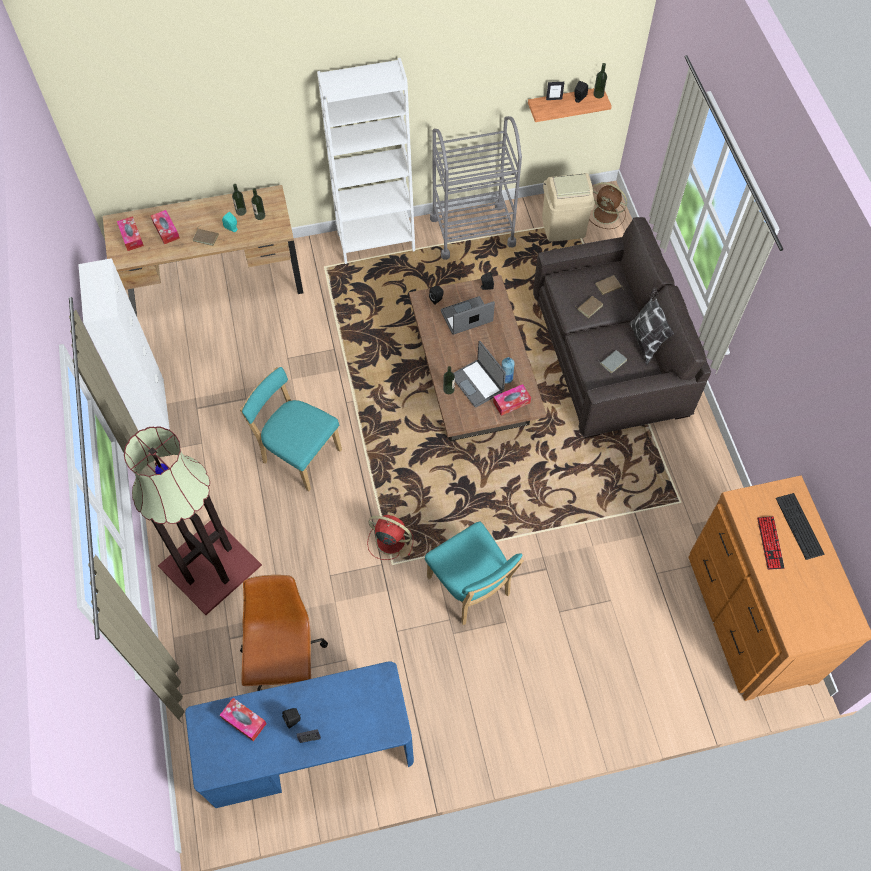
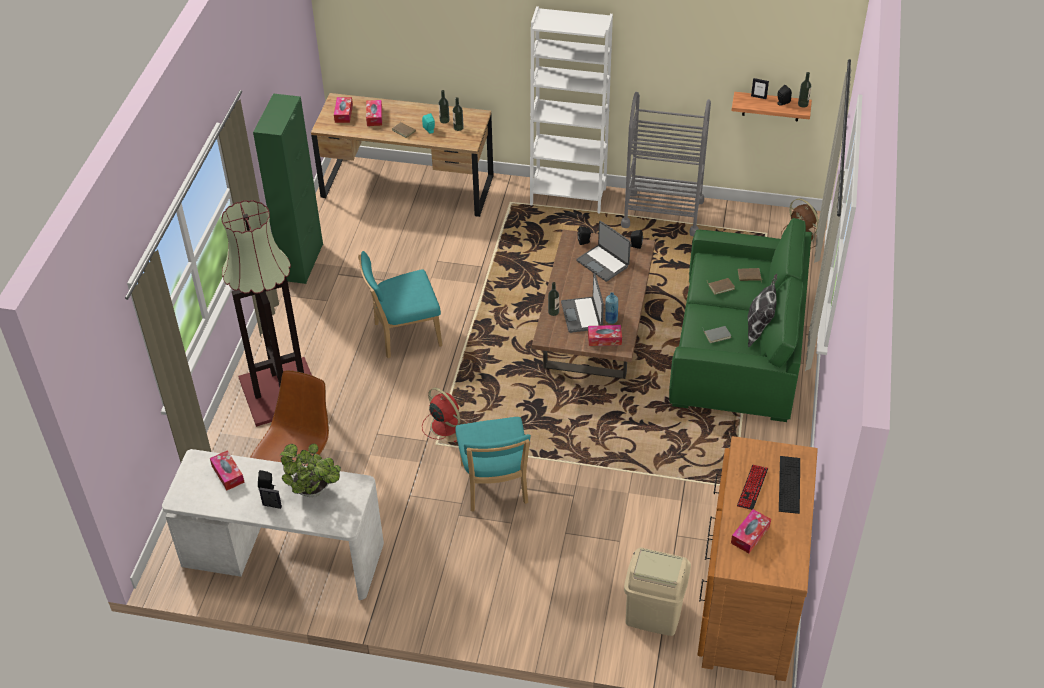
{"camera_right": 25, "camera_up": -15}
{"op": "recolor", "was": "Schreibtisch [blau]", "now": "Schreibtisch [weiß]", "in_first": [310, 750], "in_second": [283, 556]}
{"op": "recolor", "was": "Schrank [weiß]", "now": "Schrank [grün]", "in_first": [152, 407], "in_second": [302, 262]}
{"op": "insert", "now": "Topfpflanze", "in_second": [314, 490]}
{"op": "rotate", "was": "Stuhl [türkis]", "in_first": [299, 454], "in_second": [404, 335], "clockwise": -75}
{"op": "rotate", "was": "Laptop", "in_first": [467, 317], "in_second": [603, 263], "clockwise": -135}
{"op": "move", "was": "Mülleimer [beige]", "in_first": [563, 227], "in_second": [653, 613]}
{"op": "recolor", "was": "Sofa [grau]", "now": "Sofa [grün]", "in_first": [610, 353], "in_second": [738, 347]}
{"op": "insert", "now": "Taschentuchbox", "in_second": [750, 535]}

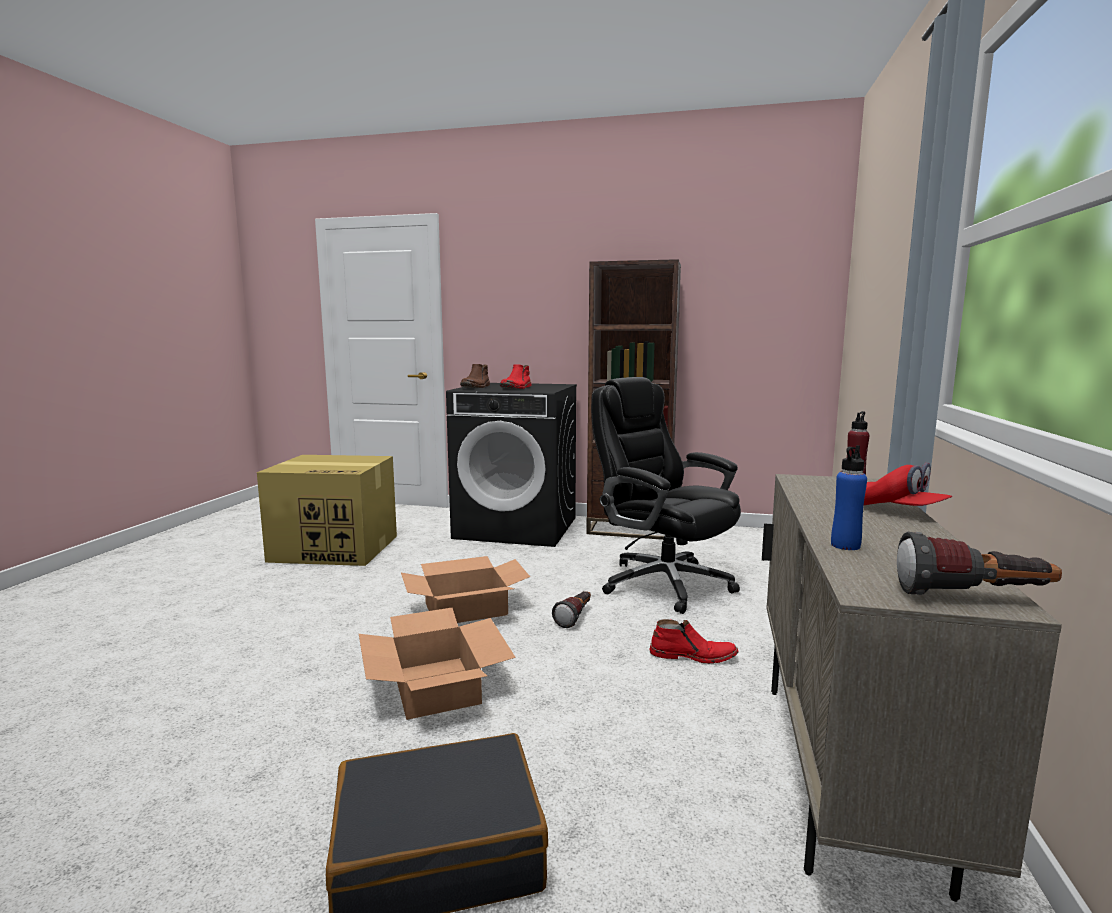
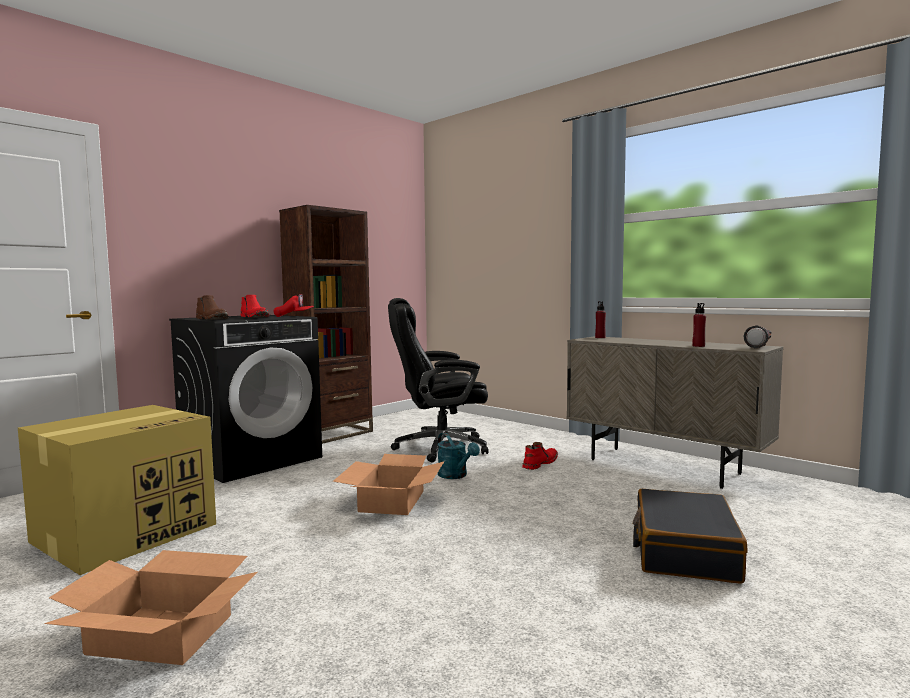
{"camera_right": -60, "camera_up": -5}
{"op": "move", "was": "Karton", "in_first": [436, 686], "in_second": [161, 634]}
{"op": "move", "was": "Kappe [rot]", "in_first": [898, 511], "in_second": [294, 316]}
{"op": "replace", "was": "Taschenlampe", "now": "Gießkanne [türkis]", "in_first": [575, 617], "in_second": [455, 476]}
{"op": "recolor", "was": "Flasche [blau]", "now": "Flasche [rot]", "in_first": [845, 545], "in_second": [698, 346]}

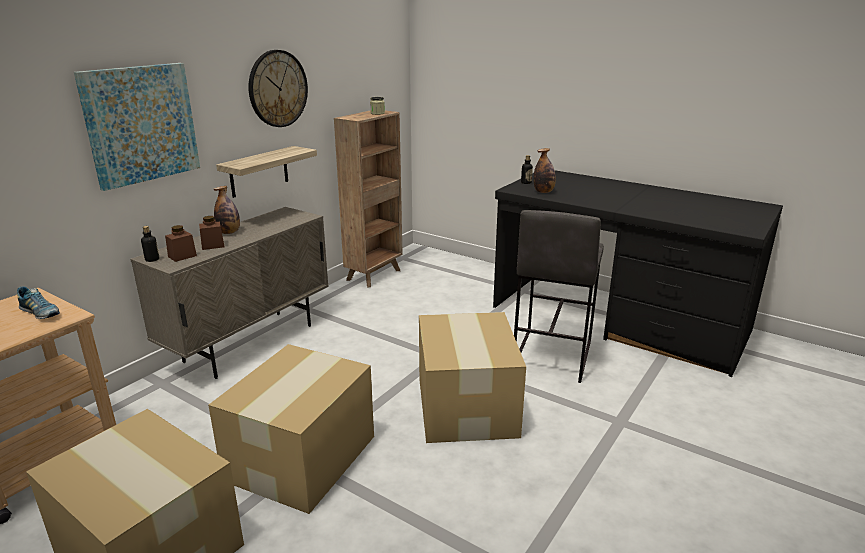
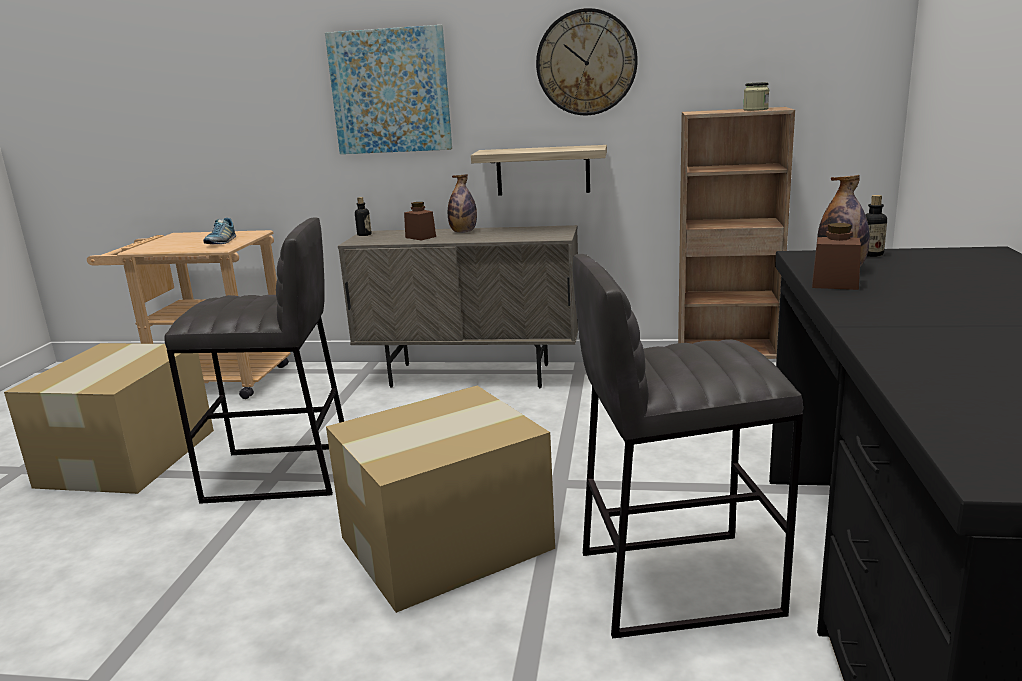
{"camera_right": 65, "camera_up": -5}
{"op": "replace", "was": "Karton", "now": "Hocker [grau]", "in_first": [303, 456], "in_second": [280, 474]}
{"op": "move", "was": "Vorratsglas [braun]", "in_first": [182, 256], "in_second": [835, 284]}

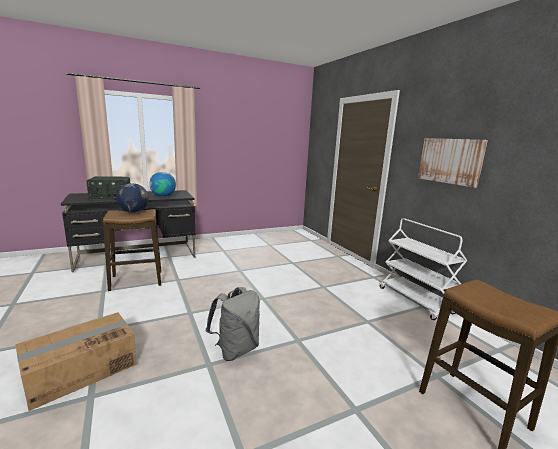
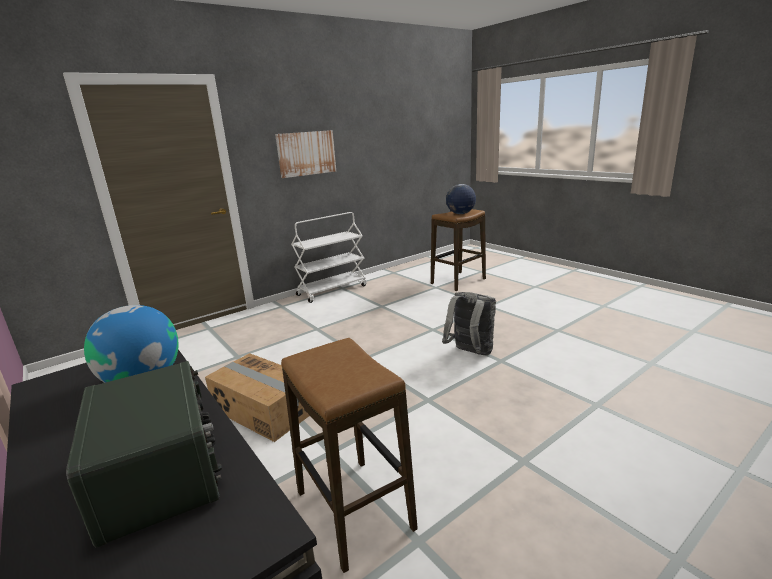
{"camera_right": -100, "camera_up": 5}
{"op": "move", "was": "Karton", "in_first": [81, 370], "in_second": [263, 410]}
{"op": "move", "was": "Globus", "in_first": [134, 212], "in_second": [460, 214]}

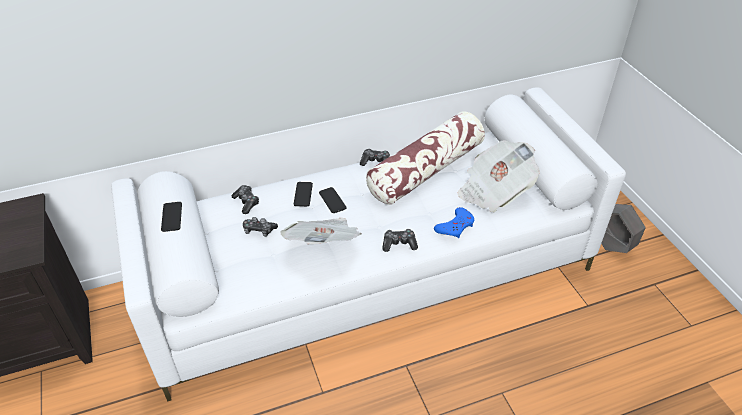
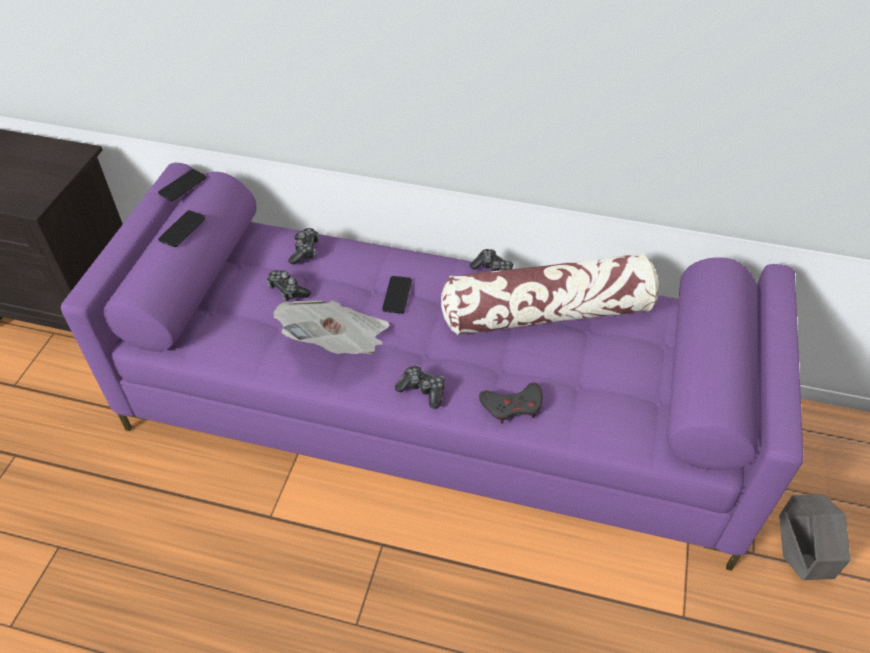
{"camera_right": 35, "camera_up": 5}
{"op": "recolor", "was": "Sofa [weiß]", "now": "Sofa [lila]", "in_first": [372, 274], "in_second": [437, 412]}
{"op": "move", "was": "Handy", "in_first": [303, 194], "in_second": [182, 185]}
{"op": "recolor", "was": "Gamepad [blau]", "now": "Gamepad [grau]", "in_first": [455, 226], "in_second": [512, 406]}
{"op": "delete", "was": "Zeitung", "in_first": [494, 190]}

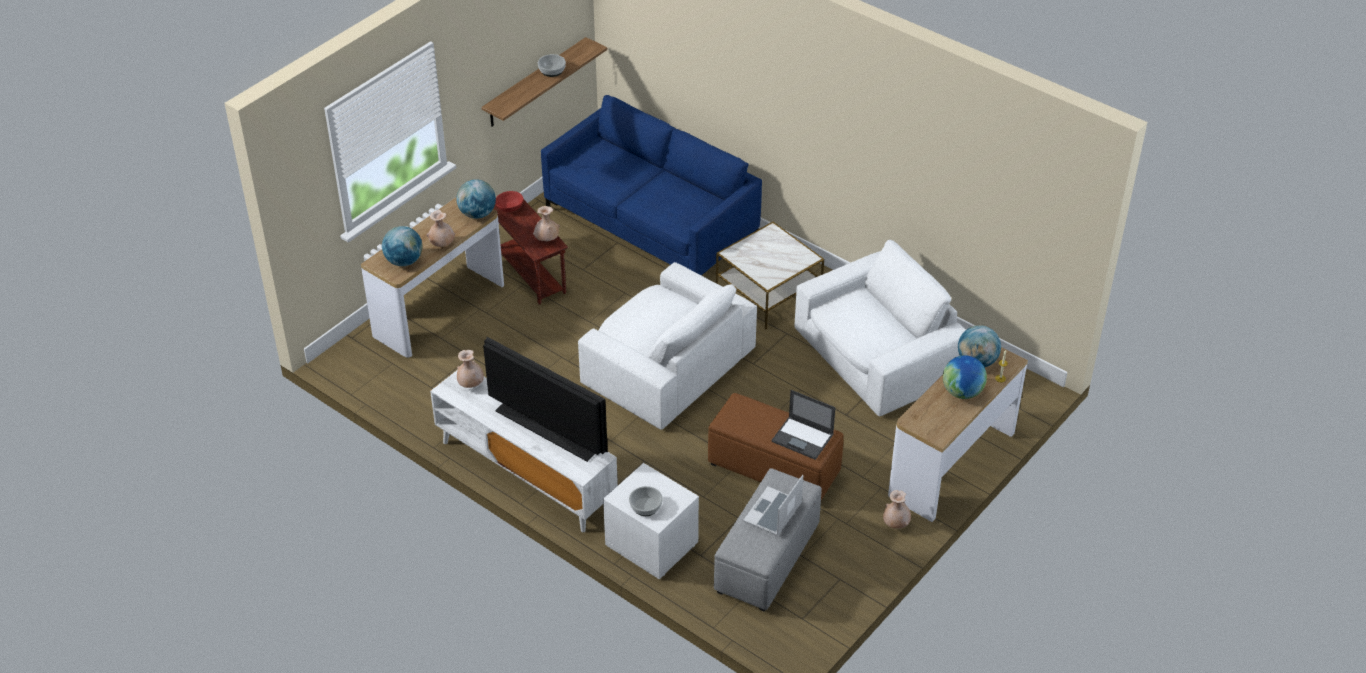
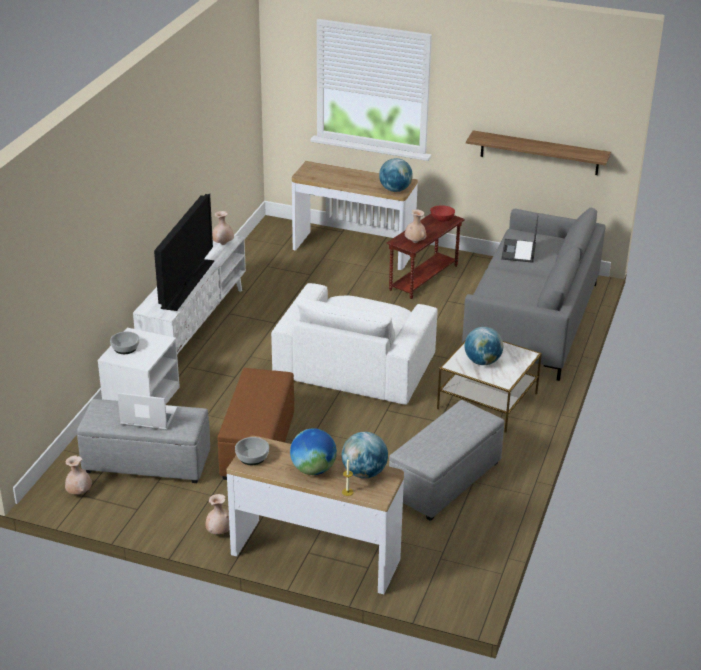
{"camera_right": 70, "camera_up": -10}
{"op": "move", "was": "Vase [beige]", "in_first": [442, 244], "in_second": [79, 492]}
{"op": "move", "was": "Schüssel", "in_first": [552, 71], "in_second": [252, 457]}
{"op": "replace", "was": "Sessel [weiß]", "now": "Polsterhocker [grau]", "in_first": [877, 355], "in_second": [444, 481]}
{"op": "recolor", "was": "Sofa [blau]", "now": "Sofa [grau]", "in_first": [650, 224], "in_second": [531, 321]}
{"op": "move", "was": "Globus", "in_first": [404, 261], "in_second": [482, 361]}
{"op": "move", "was": "Laptop", "in_first": [803, 438], "in_second": [519, 251]}

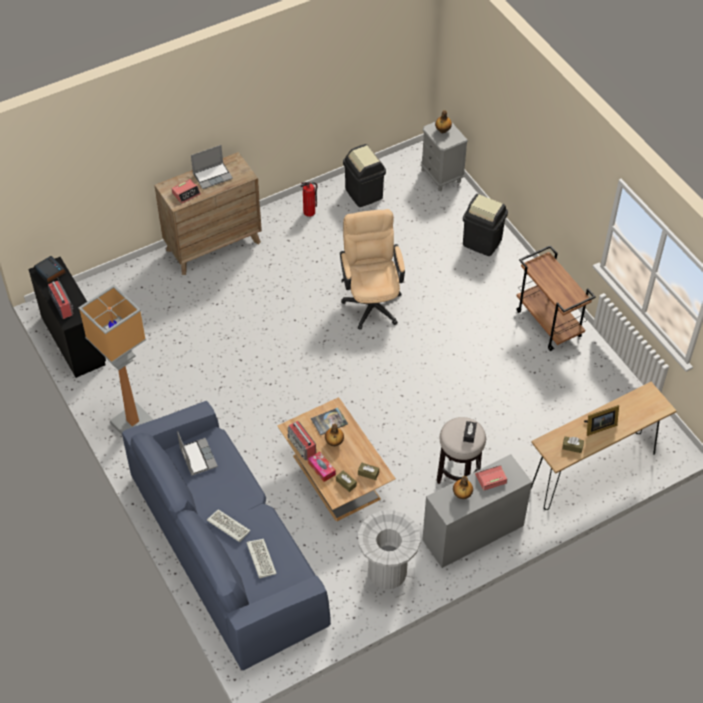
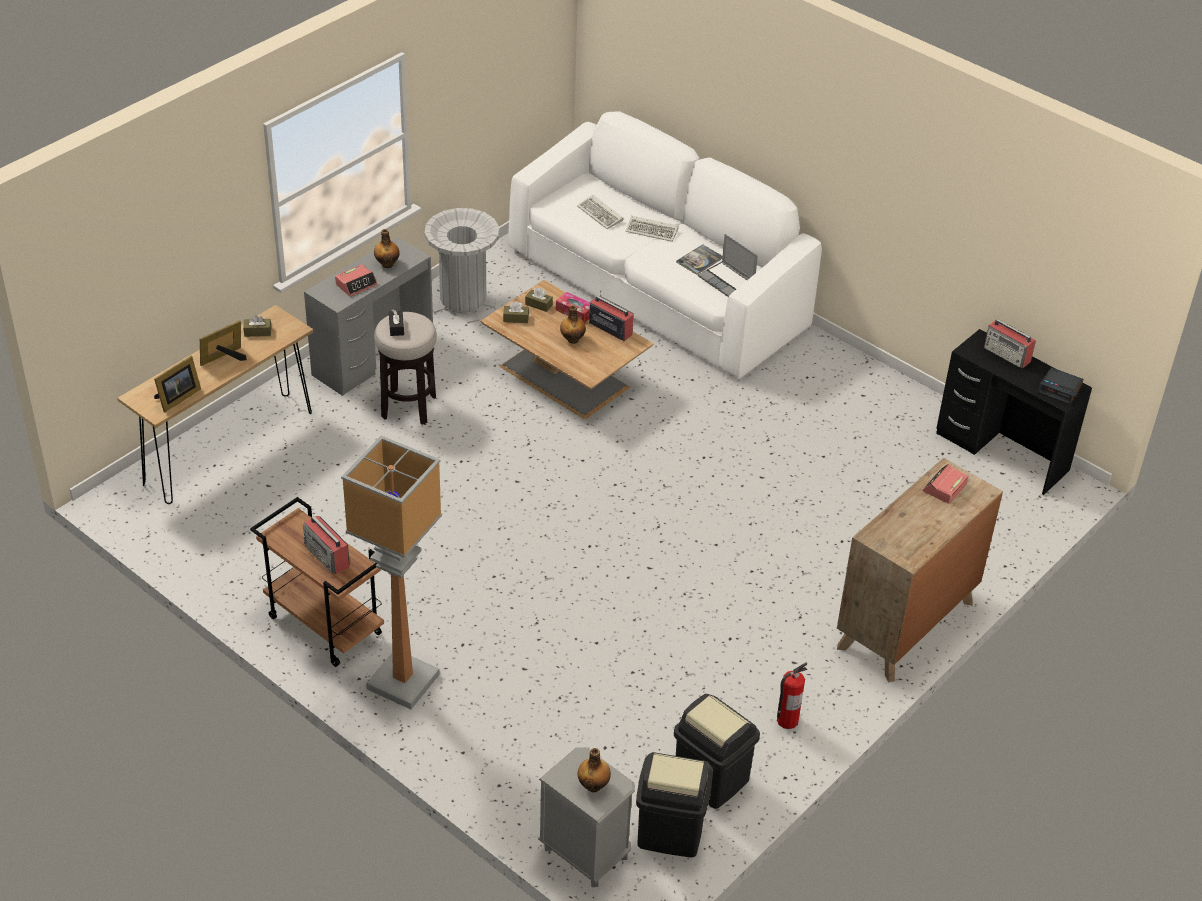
{"camera_right": 160, "camera_up": -10}
{"op": "insert", "now": "Bilderrahmen", "in_second": [177, 398]}
{"op": "insert", "now": "Radio", "in_second": [327, 556]}
{"op": "move", "was": "Stehlampe", "in_first": [134, 424], "in_second": [401, 682]}
{"op": "recolor", "was": "Sofa [blau]", "now": "Sofa [weiß]", "in_first": [227, 550], "in_second": [657, 288]}
{"op": "move", "was": "Mülleimer [schwarz]", "in_first": [482, 242], "in_second": [670, 832]}
{"op": "move", "was": "Buch", "in_first": [329, 421], "in_second": [699, 260]}
{"op": "delete", "was": "Laptop", "in_first": [213, 176]}
{"op": "delete", "was": "Bürostuhl [beige]", "in_first": [371, 300]}

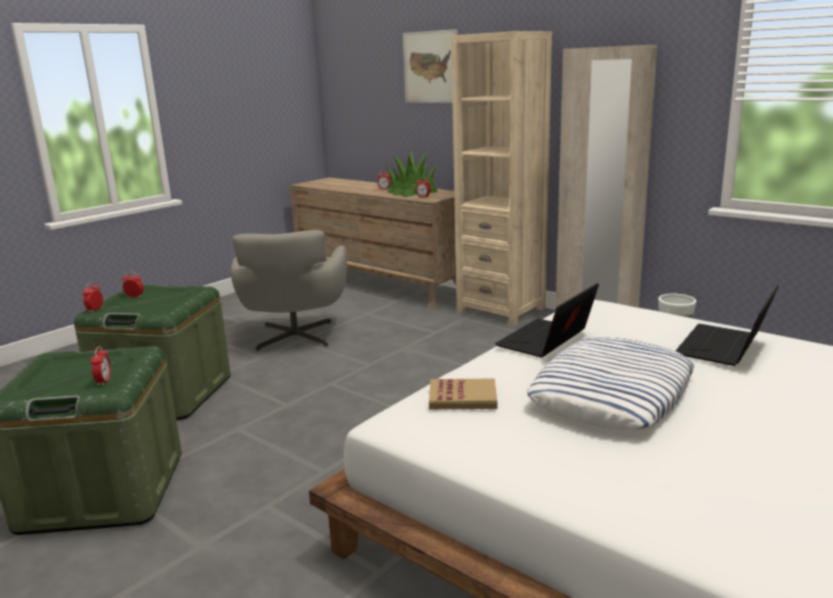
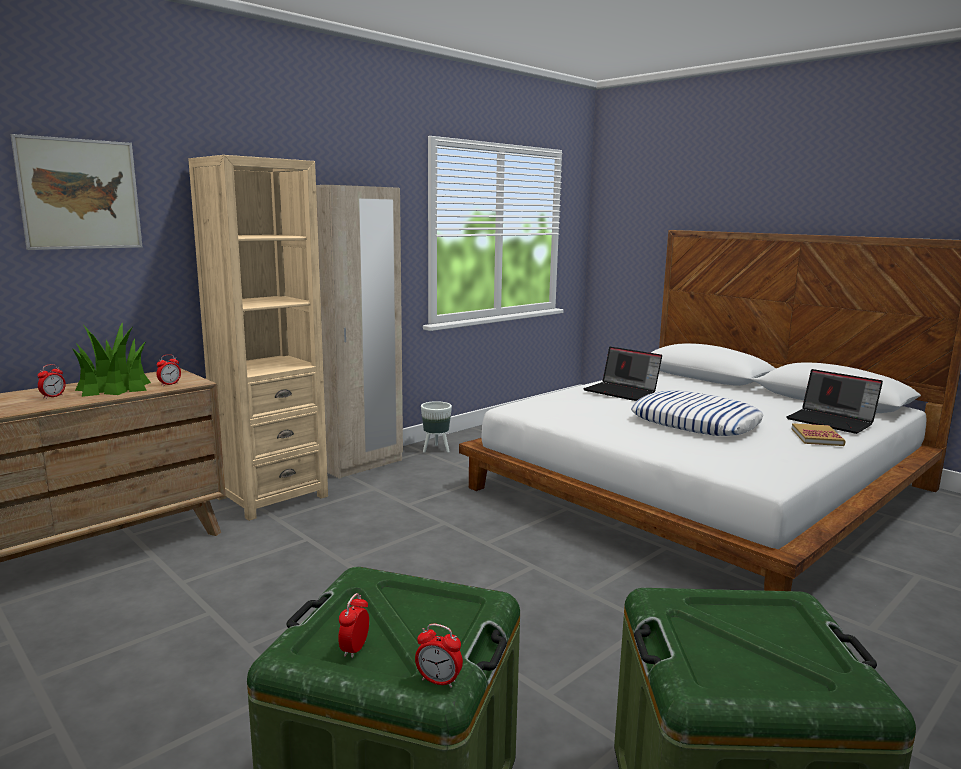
{"camera_right": -85, "camera_up": -5}
{"op": "move", "was": "Laptop", "in_first": [546, 341], "in_second": [832, 421]}
{"op": "move", "was": "Buch", "in_first": [462, 397], "in_second": [817, 437]}
{"op": "delete", "was": "Wecker", "in_first": [104, 381]}
{"op": "delete", "was": "Sessel [grau]", "in_first": [295, 337]}

